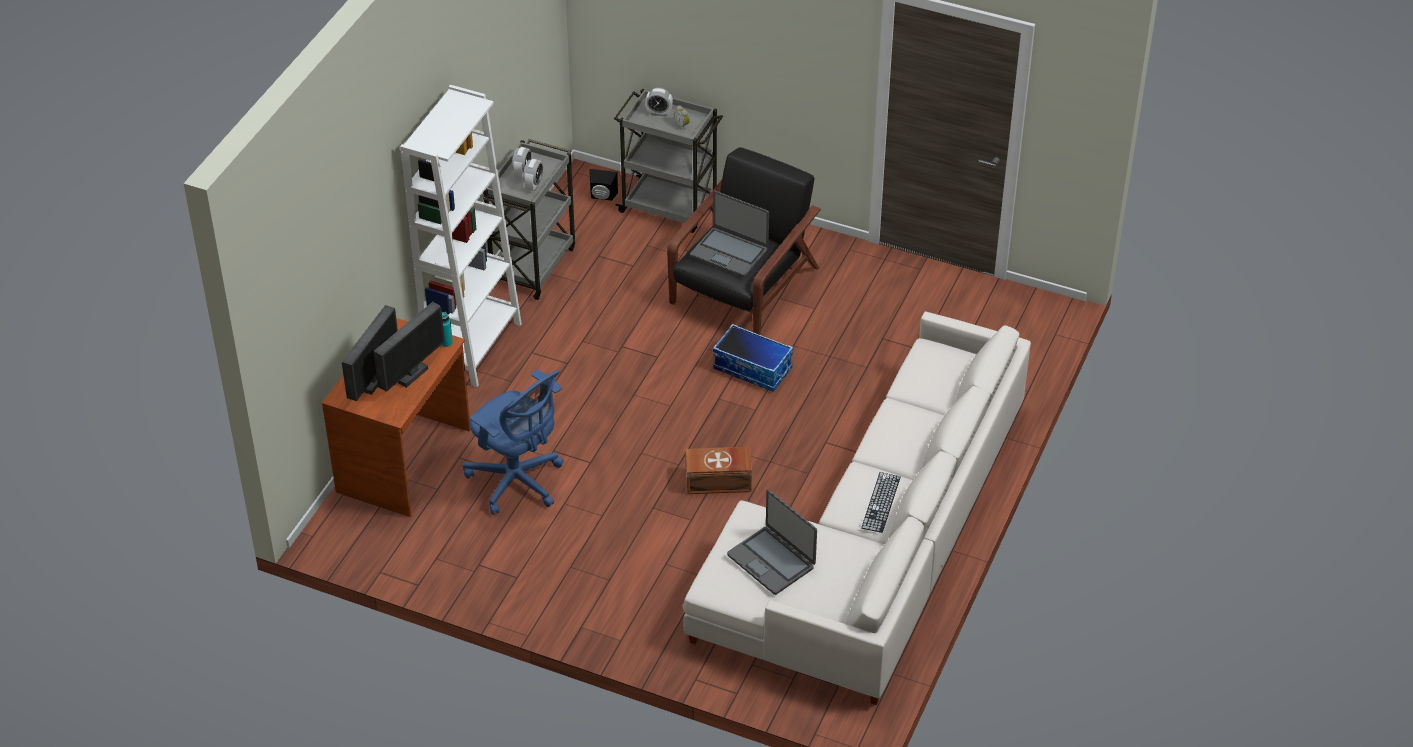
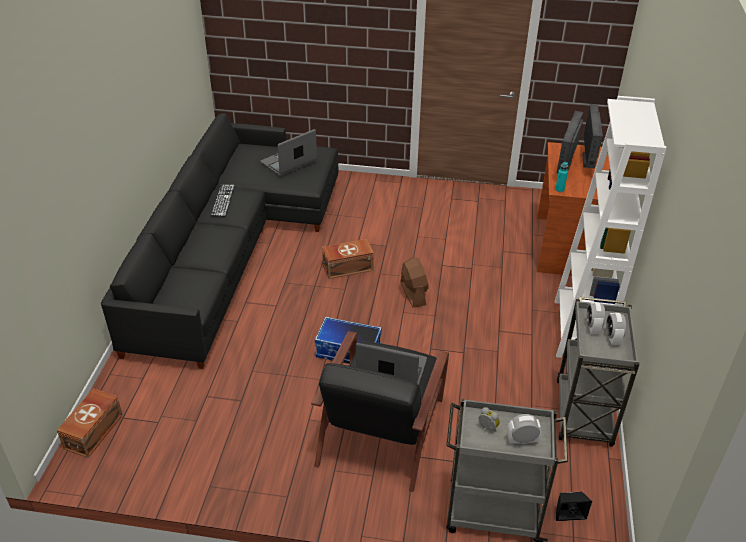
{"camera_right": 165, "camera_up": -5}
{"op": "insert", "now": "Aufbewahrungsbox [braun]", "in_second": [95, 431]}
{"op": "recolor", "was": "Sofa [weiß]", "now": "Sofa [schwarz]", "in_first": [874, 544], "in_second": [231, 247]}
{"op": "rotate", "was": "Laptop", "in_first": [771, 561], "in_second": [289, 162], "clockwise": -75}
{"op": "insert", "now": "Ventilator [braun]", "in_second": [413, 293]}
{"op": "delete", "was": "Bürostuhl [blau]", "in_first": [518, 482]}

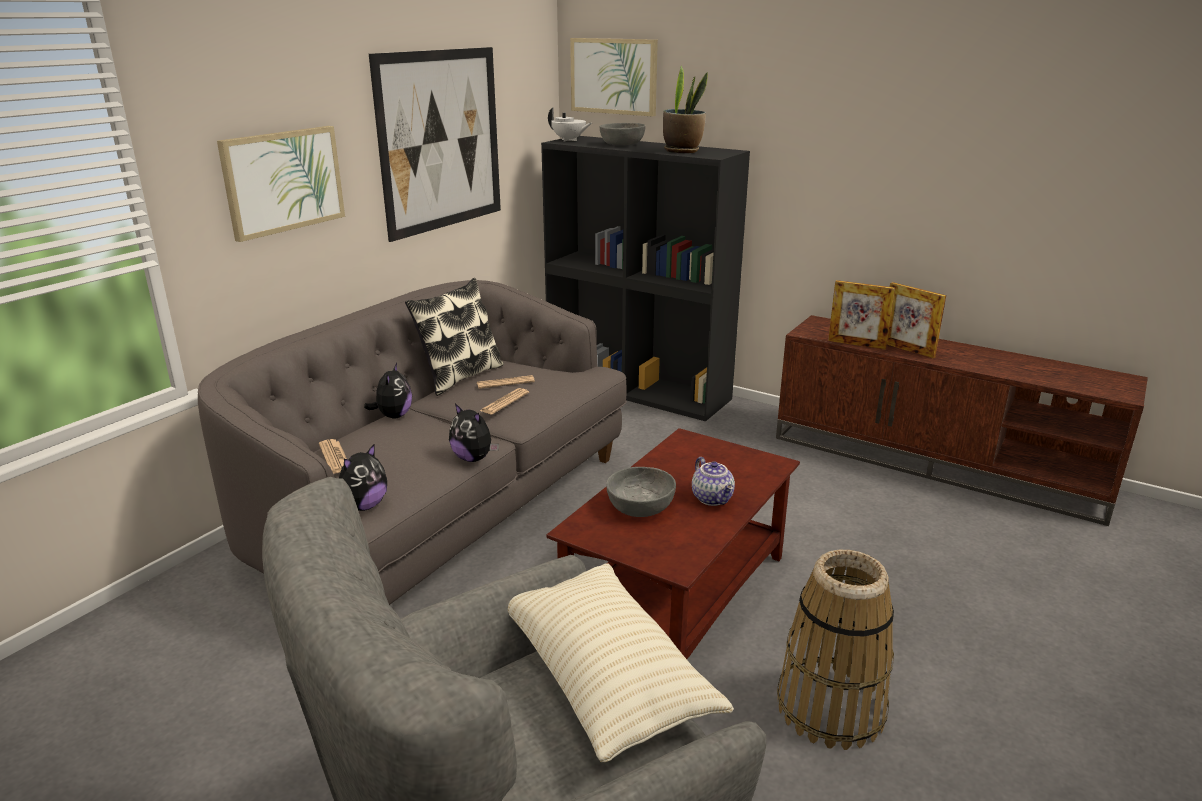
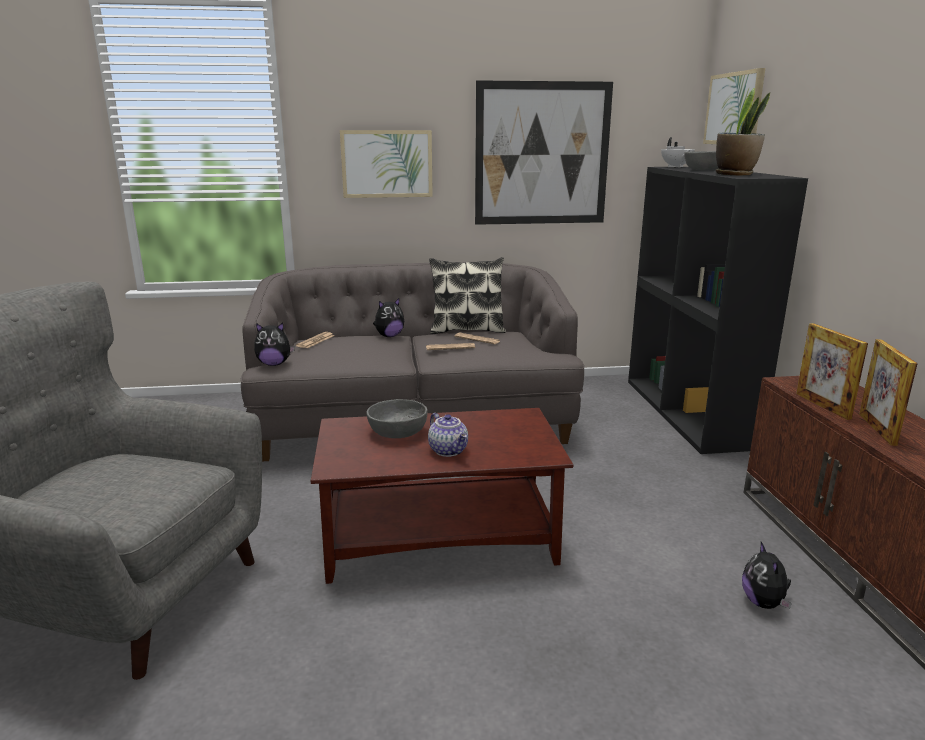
{"camera_right": 50, "camera_up": -5}
{"op": "rotate", "was": "Teekanne", "in_first": [713, 498], "in_second": [449, 450], "clockwise": -60}
{"op": "move", "was": "Plüschtier", "in_first": [474, 458], "in_second": [764, 603]}
{"op": "delete", "was": "Kissen [beige]", "in_first": [605, 677]}
{"op": "delete", "was": "Korb", "in_first": [831, 708]}

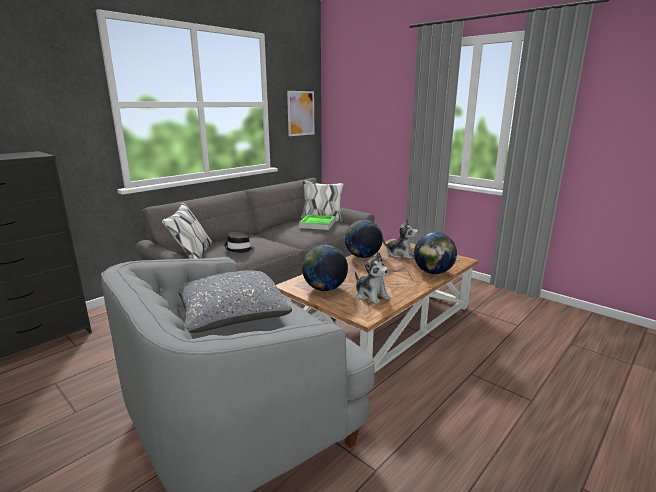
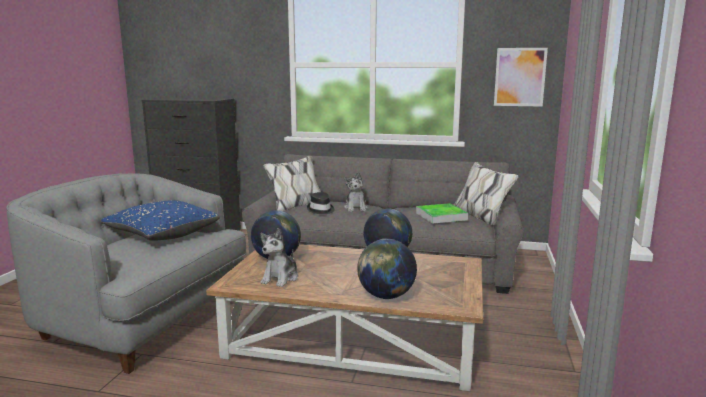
{"camera_right": 60, "camera_up": -5}
{"op": "recolor", "was": "Kissen [grau]", "now": "Kissen [blau]", "in_first": [231, 316], "in_second": [162, 235]}
{"op": "move", "was": "Plüschtier", "in_first": [400, 254], "in_second": [356, 208]}

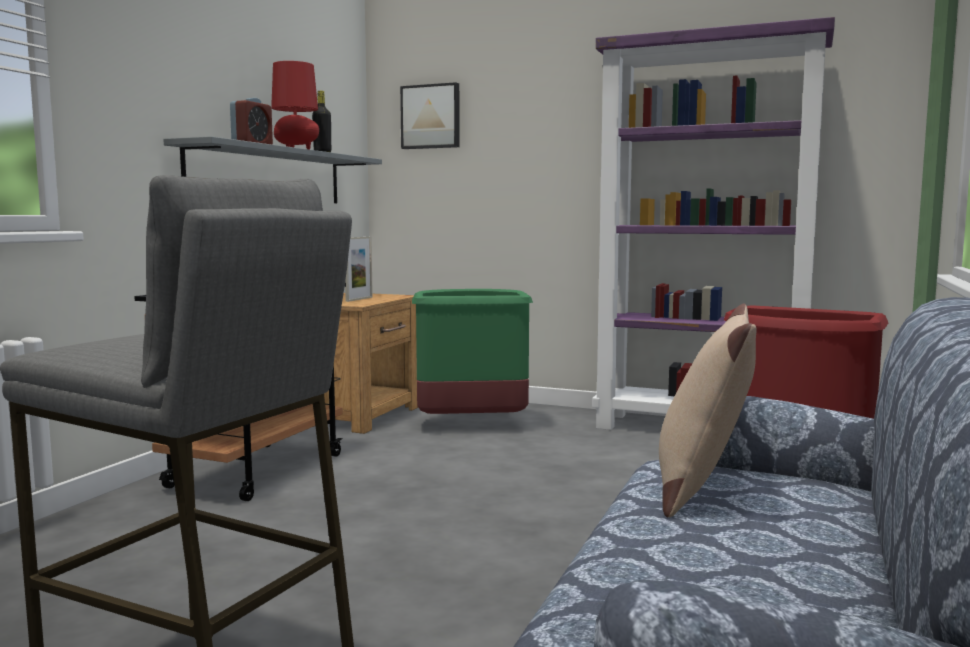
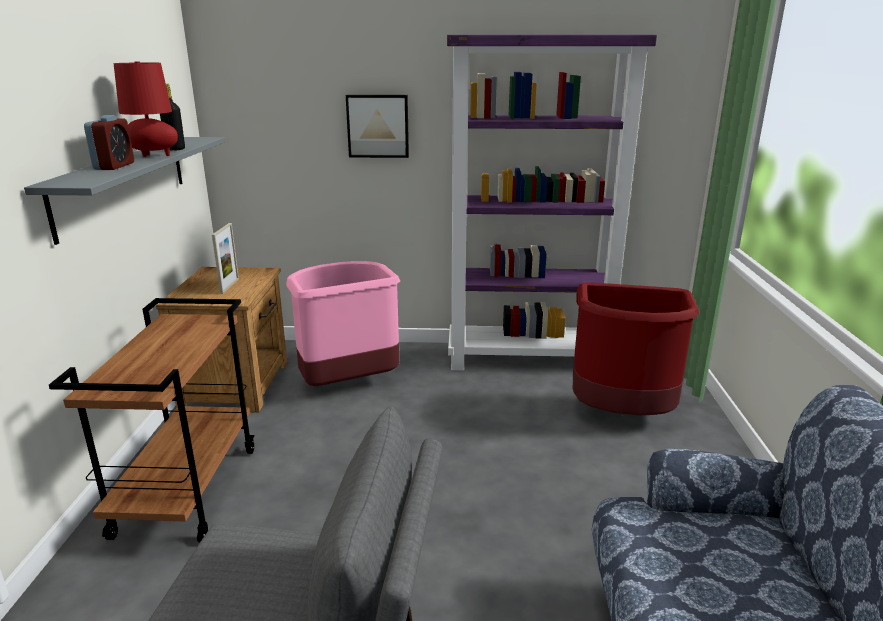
{"camera_right": -20, "camera_up": 15}
{"op": "recolor", "was": "Mülleimer [grün]", "now": "Mülleimer [rosa]", "in_first": [470, 425], "in_second": [347, 383]}
{"op": "move", "was": "Bild", "in_first": [431, 117], "in_second": [378, 126]}
{"op": "delete", "was": "Kissen [beige]", "in_first": [702, 488]}

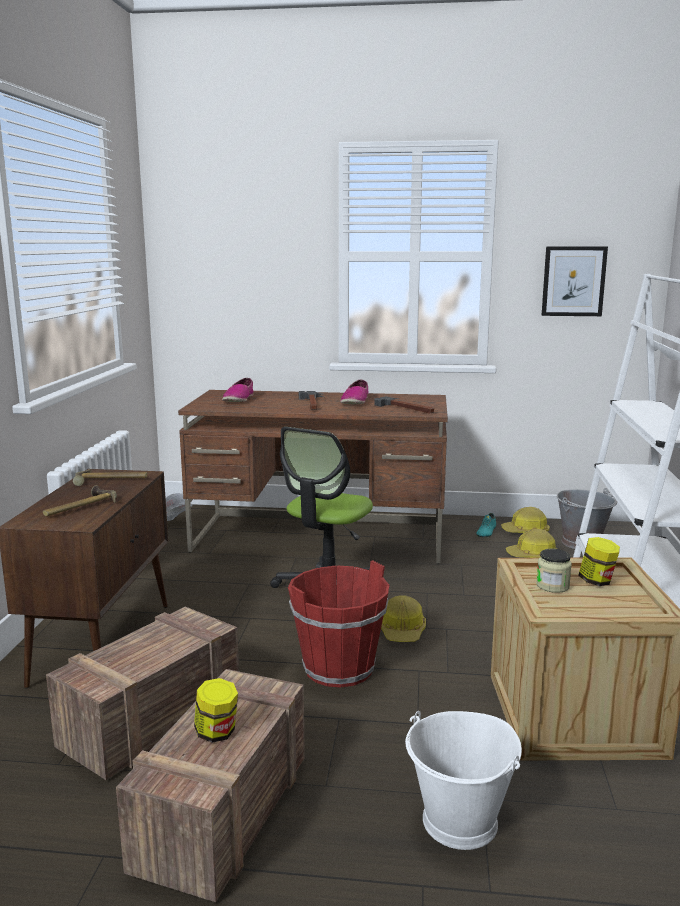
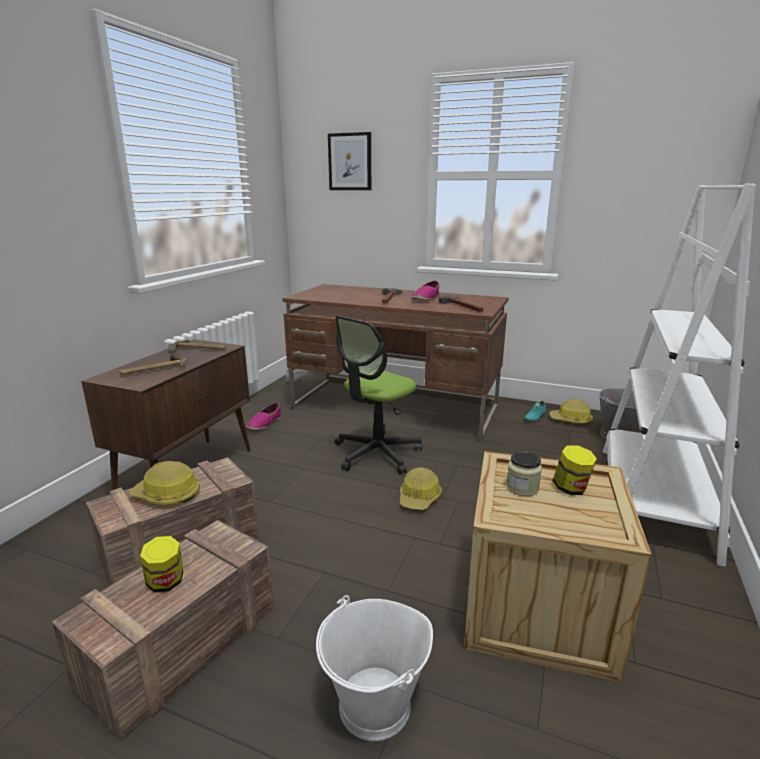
{"camera_right": 15, "camera_up": 5}
{"op": "move", "was": "Schutzhelm", "in_first": [532, 556], "in_second": [167, 495]}
{"op": "move", "was": "Schuh", "in_first": [239, 399], "in_second": [264, 423]}
{"op": "move", "was": "Bild", "in_first": [573, 281], "in_second": [350, 162]}
{"op": "delete", "was": "Eimer [rot]", "in_first": [338, 668]}

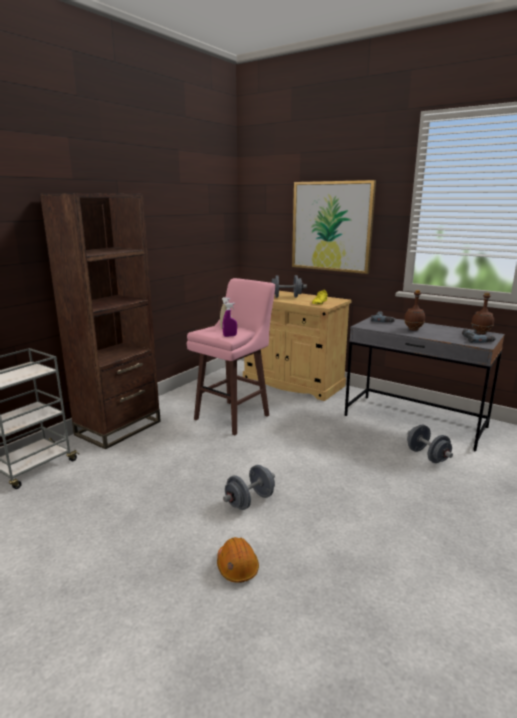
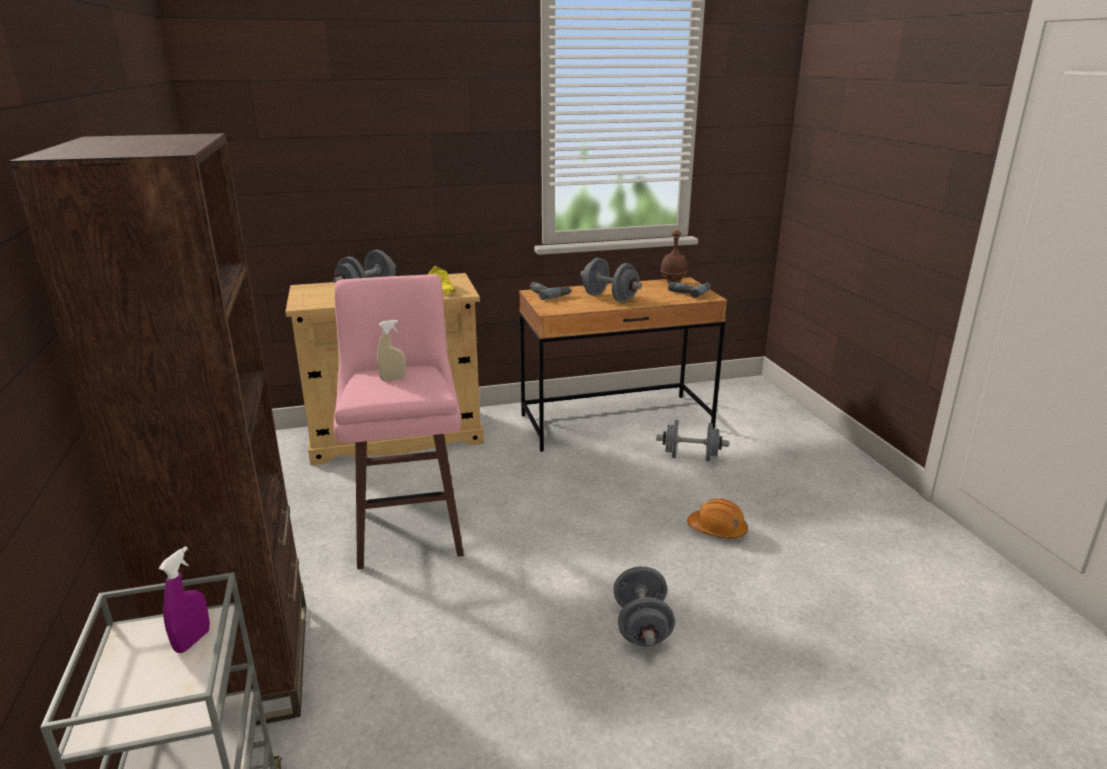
{"camera_right": -50, "camera_up": 5}
{"op": "move", "was": "Sprühflasche [lila]", "in_first": [230, 336], "in_second": [192, 641]}
{"op": "recolor", "was": "Schreibtisch [grau]", "now": "Schreibtisch [braun]", "in_first": [414, 421], "in_second": [616, 422]}
{"op": "replace", "was": "Flasche [braun]", "now": "Hantel [grau]", "in_first": [413, 329], "in_second": [609, 298]}
{"op": "move", "was": "Schutzhelm [orange]", "in_first": [237, 567], "in_second": [717, 530]}
{"op": "delete", "was": "Bild", "in_first": [331, 226]}

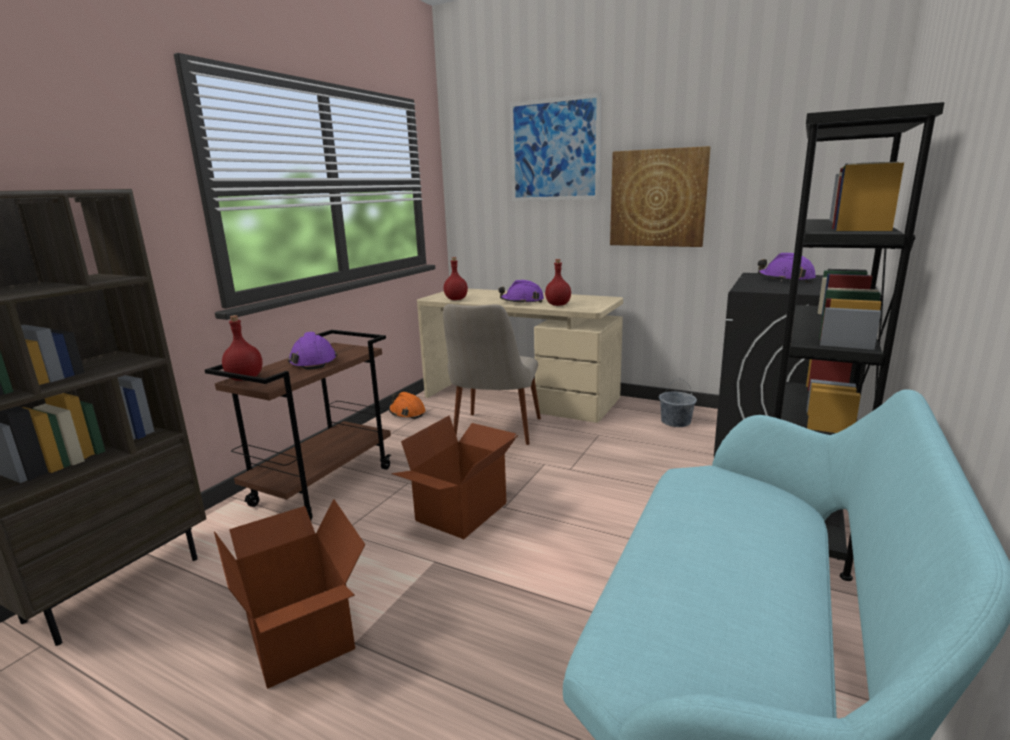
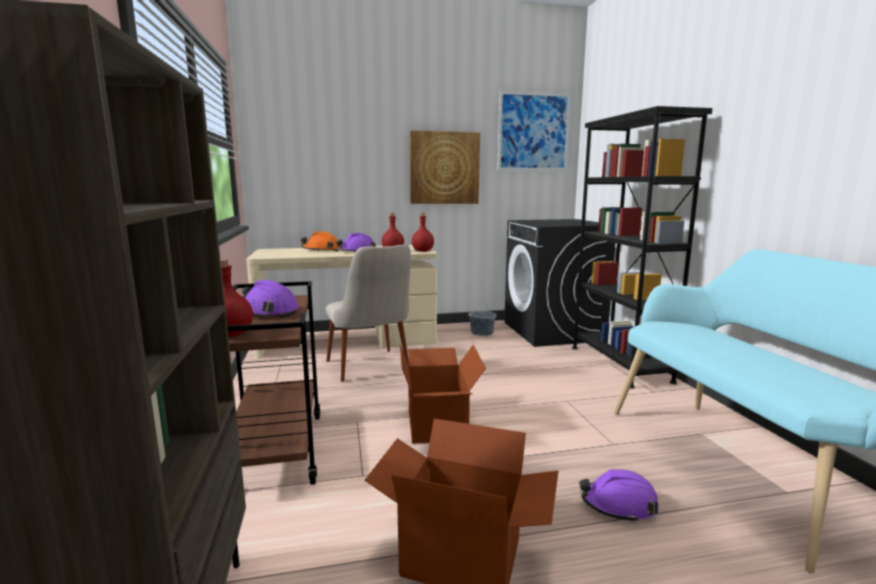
{"camera_right": -40, "camera_up": -5}
{"op": "move", "was": "Schutzhelm [orange]", "in_first": [407, 412], "in_second": [321, 250]}
{"op": "move", "was": "Flasche [rot]", "in_first": [456, 299], "in_second": [423, 251]}
{"op": "move", "was": "Bild", "in_first": [554, 150], "in_second": [533, 132]}
{"op": "move", "was": "Schutzhelm [lila]", "in_first": [785, 279], "in_second": [618, 505]}

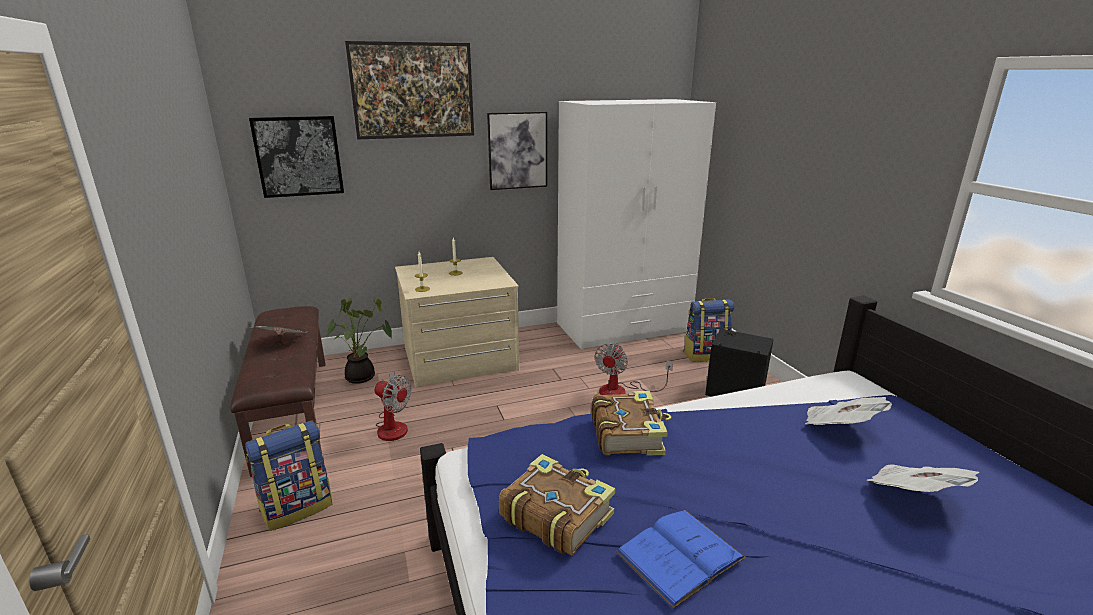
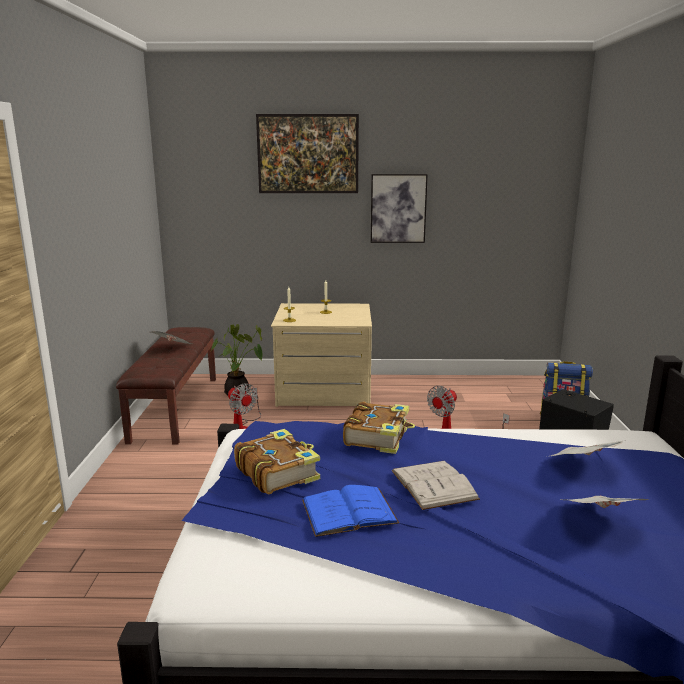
{"camera_right": 20, "camera_up": -5}
{"op": "insert", "now": "Buch [weiß]", "in_second": [433, 484]}
{"op": "delete", "was": "Rucksack", "in_first": [297, 507]}
{"op": "delete", "was": "Bild", "in_first": [299, 156]}
{"op": "delete", "was": "Kleiderschrank [weiß]", "in_first": [623, 328]}

